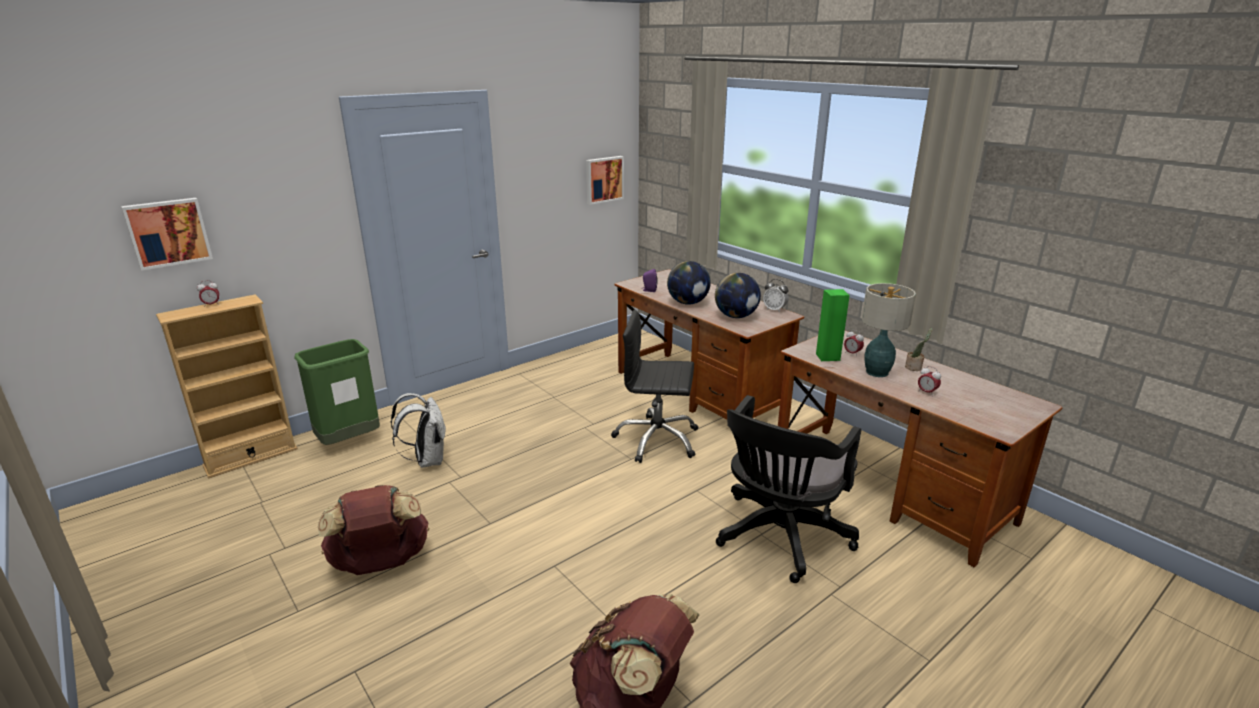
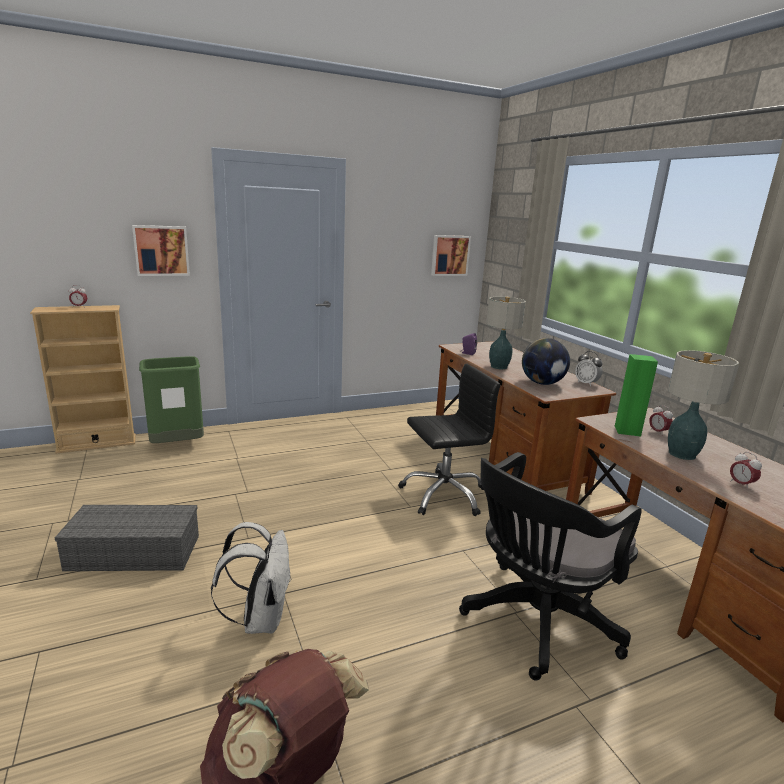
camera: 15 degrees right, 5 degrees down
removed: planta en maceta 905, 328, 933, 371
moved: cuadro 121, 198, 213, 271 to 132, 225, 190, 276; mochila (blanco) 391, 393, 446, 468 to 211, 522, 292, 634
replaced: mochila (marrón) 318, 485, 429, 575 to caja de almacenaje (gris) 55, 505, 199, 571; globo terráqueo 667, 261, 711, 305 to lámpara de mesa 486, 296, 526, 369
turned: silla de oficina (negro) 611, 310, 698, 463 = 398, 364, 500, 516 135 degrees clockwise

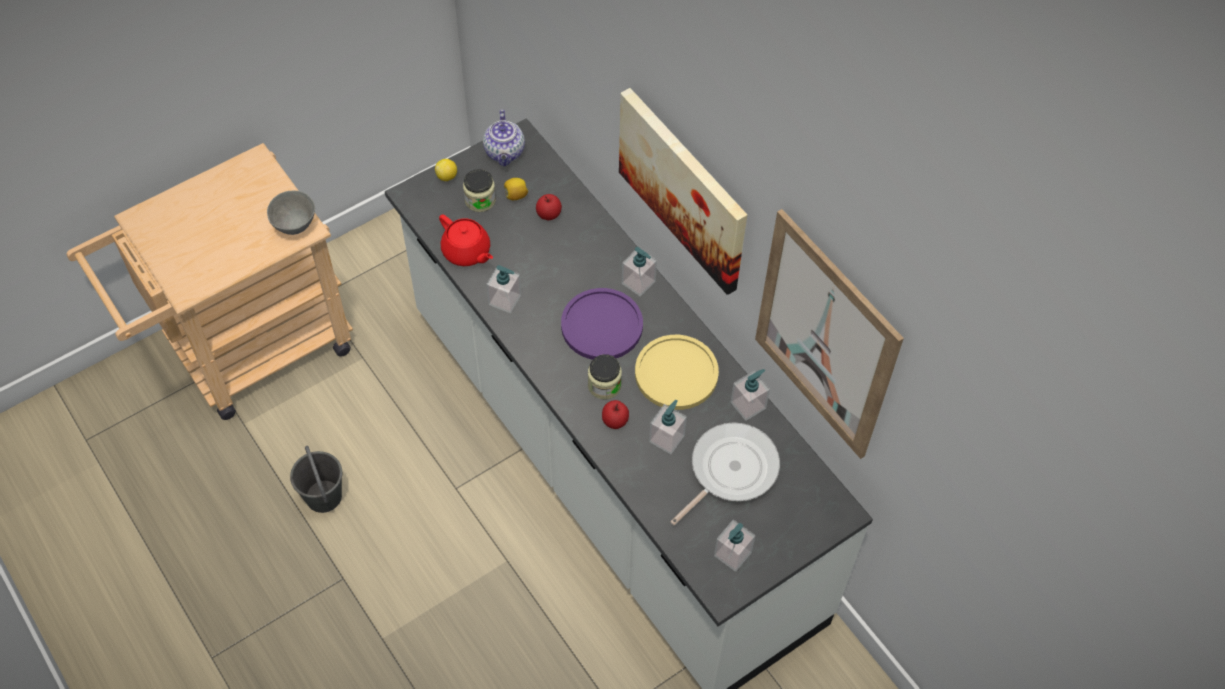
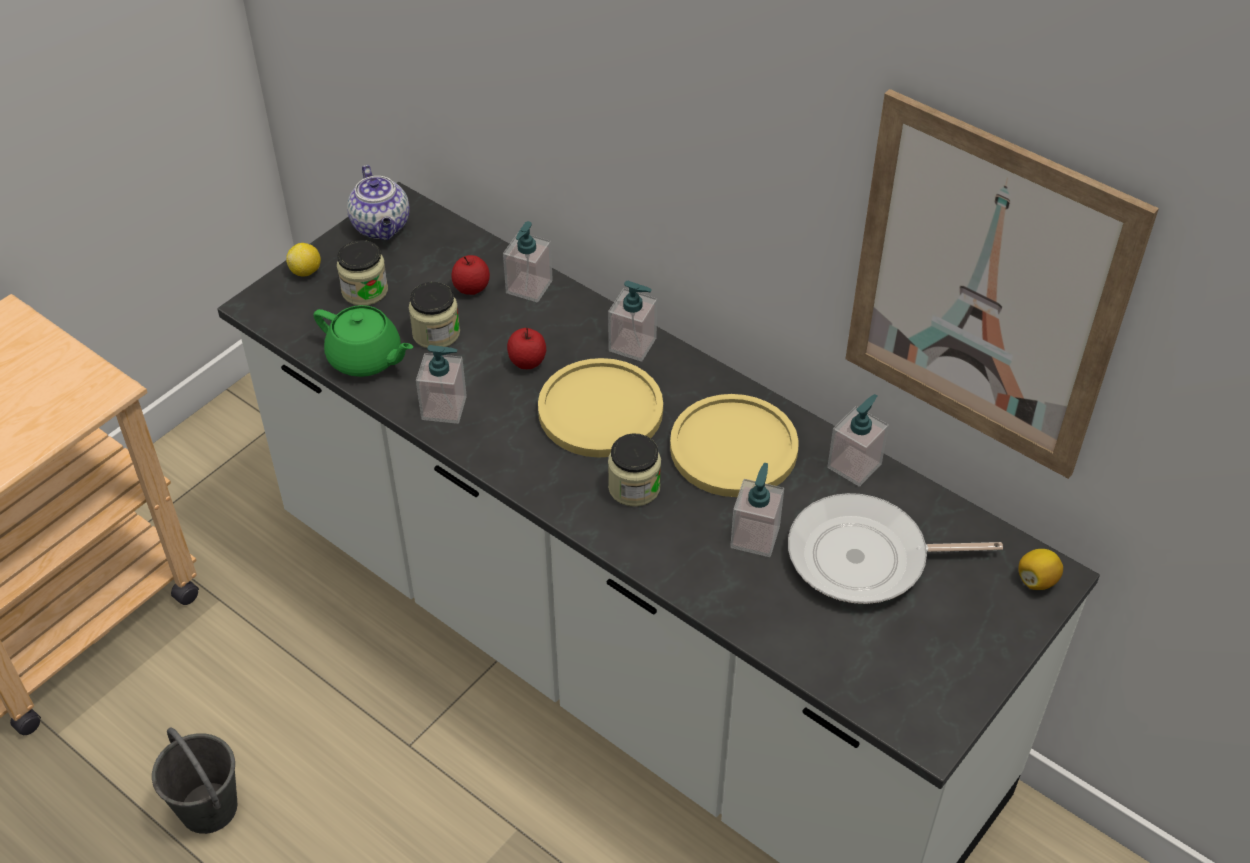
camera: 15 degrees left, 10 degrees down
removed: cuenco (gris) 267, 191, 315, 235; cuadro 619, 88, 747, 295
added: tarro 408, 282, 460, 348
moved: limón 504, 178, 528, 200 to 1018, 549, 1063, 590; manzana 602, 400, 629, 429 to 507, 328, 546, 369; dispensador de jabón 714, 520, 755, 572 to 503, 221, 553, 302
recoloured: tetera (rojo) 439, 214, 493, 266 to tetera (verde) 314, 305, 413, 377; plato (morado) 561, 288, 643, 360 to plato (amarillo) 538, 358, 663, 458
turned: sartén 670, 422, 780, 525 = 788, 493, 1003, 604 120 degrees counterclockwise

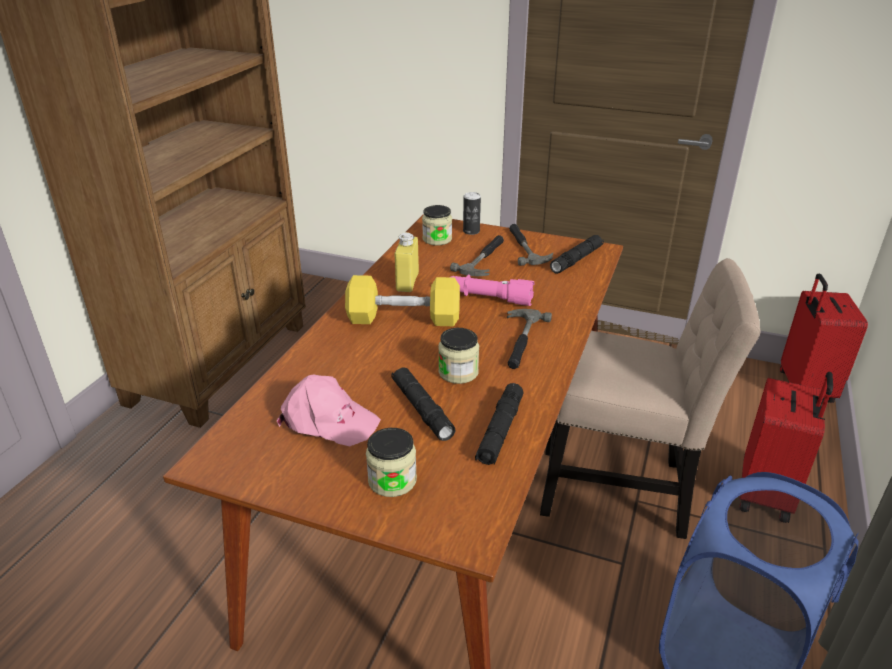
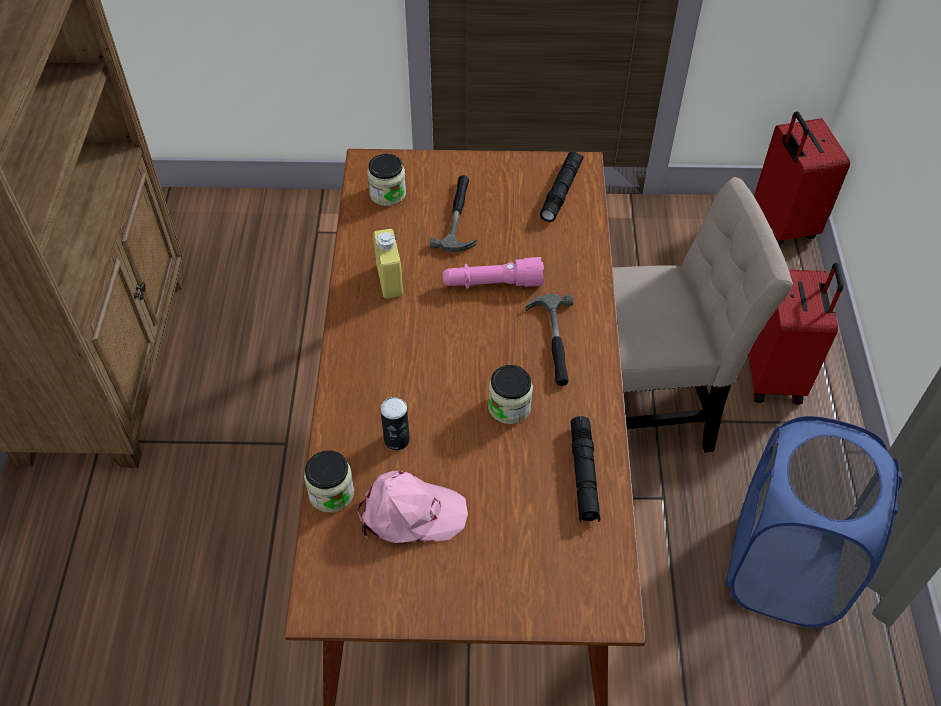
camera: 20 degrees left, 20 degrees up
removed: mancuerna (amarillo) 345, 275, 460, 326; linterna (negro) 391, 368, 455, 441; martillo 509, 224, 553, 266
moved: tarro 366, 428, 417, 497 to 304, 450, 354, 512; lata 463, 192, 481, 235 to 380, 397, 410, 450

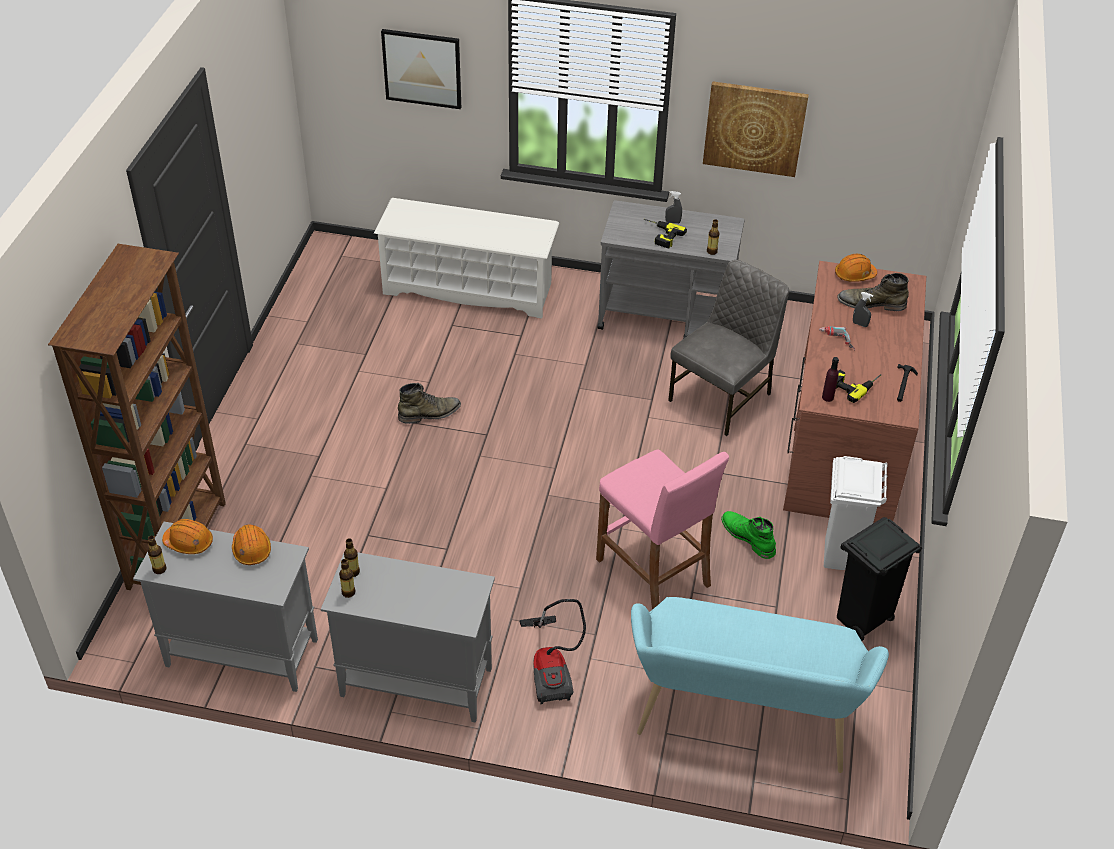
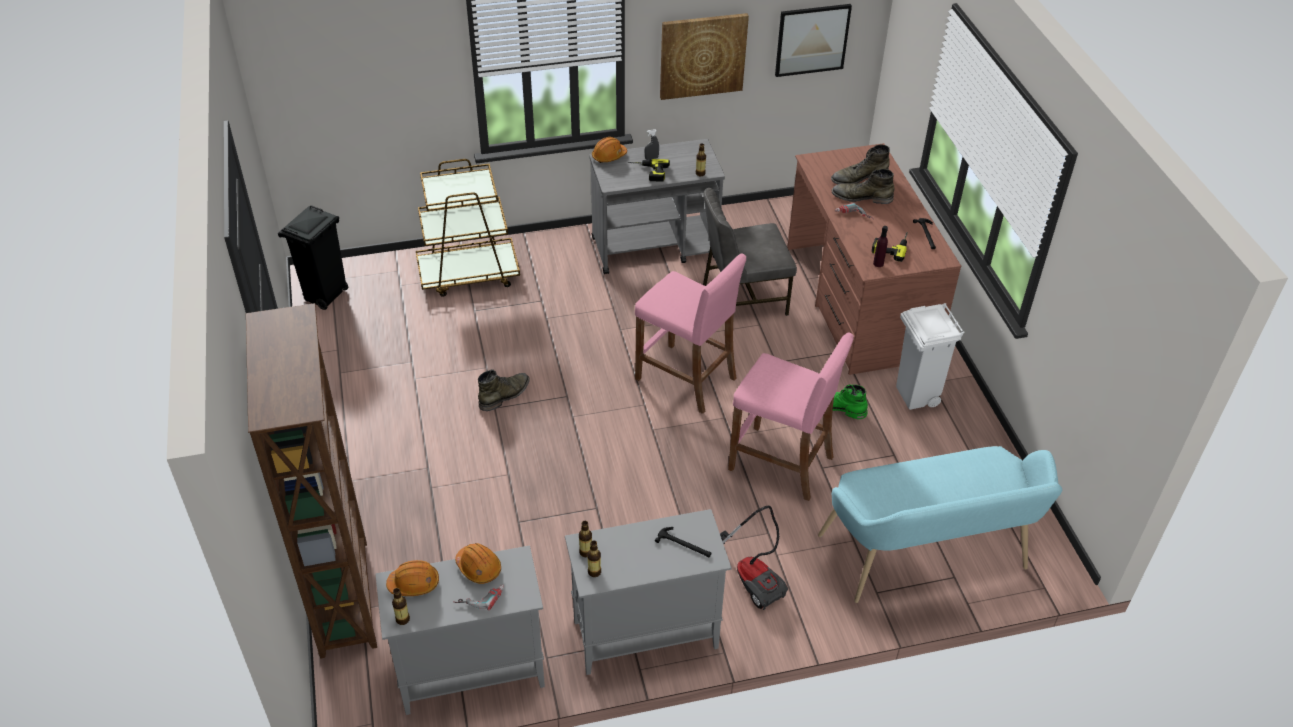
camera: 25 degrees left, 0 degrees up
added: taladro 453, 585, 504, 611; taburete (rosa) 635, 253, 746, 414; martillo 655, 527, 712, 557
moved: cuadro 381, 29, 461, 109 to 775, 4, 852, 77; casco (naranja) 835, 254, 877, 282 to 592, 137, 627, 163; papelera (negro) 837, 517, 922, 641 to 278, 205, 348, 310
replaced: zapatero (blanco) 374, 198, 559, 318 to carrito (marrón) 416, 159, 520, 297; pulverizador (gris) 853, 292, 873, 327 to bota (verde) 832, 169, 894, 204
turned: silla (gris) 668, 260, 789, 436 = 703, 188, 797, 316 120 degrees counterclockwise

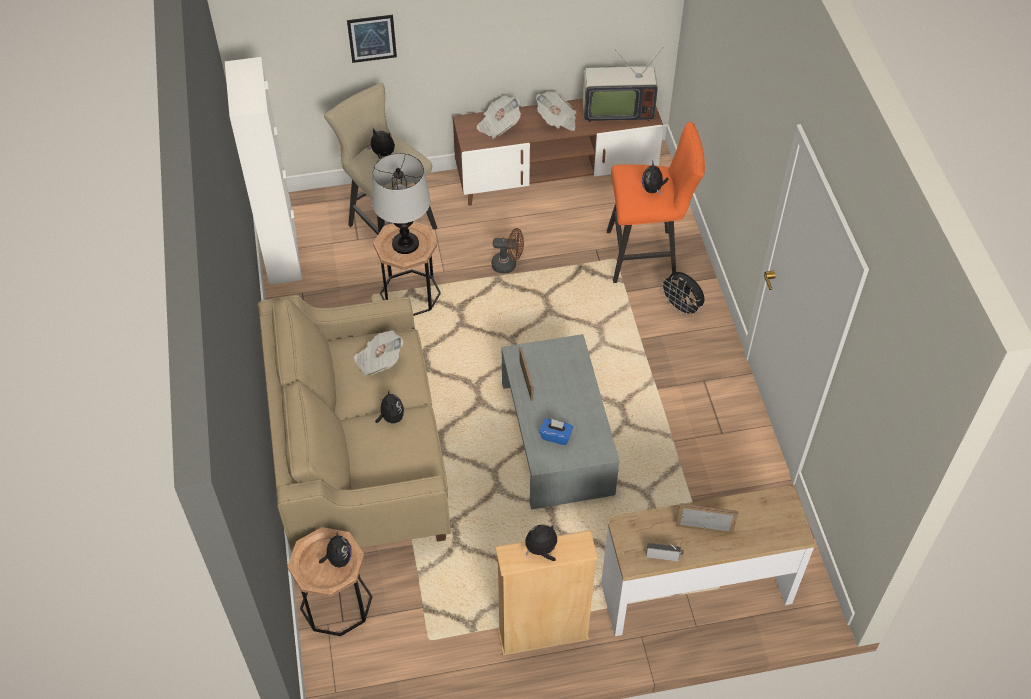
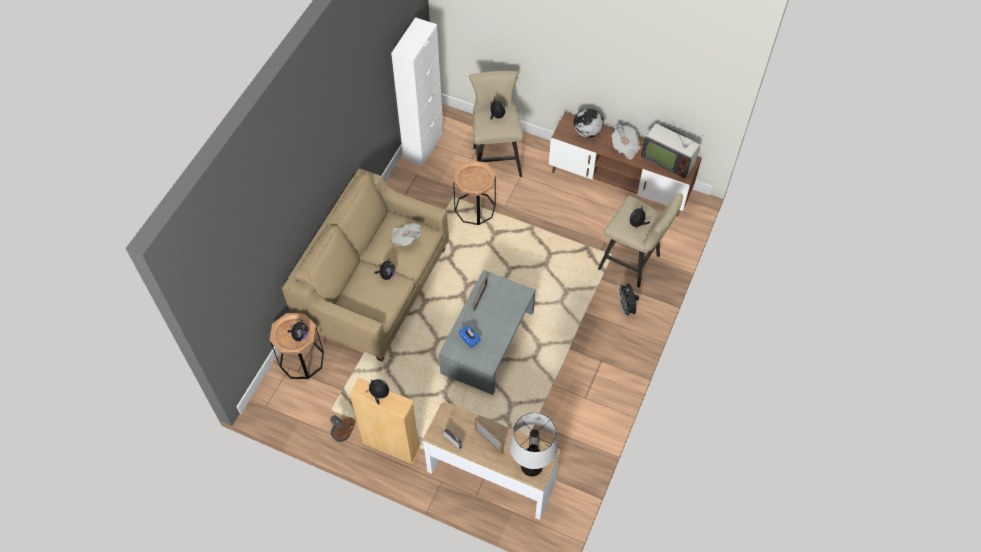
camera: 35 degrees right, 5 degrees up
removed: cuadro 347, 15, 397, 63
moved: lámpara de mesa 372, 153, 430, 254 to 510, 412, 558, 476; ventilador (marrón) 492, 228, 524, 273 to 330, 415, 355, 442
replaced: periódico 476, 96, 521, 138 to globo terráqueo 574, 108, 603, 138
recoloured: taburete (naranja) 607, 122, 705, 283 to taburete (beis) 598, 193, 683, 287

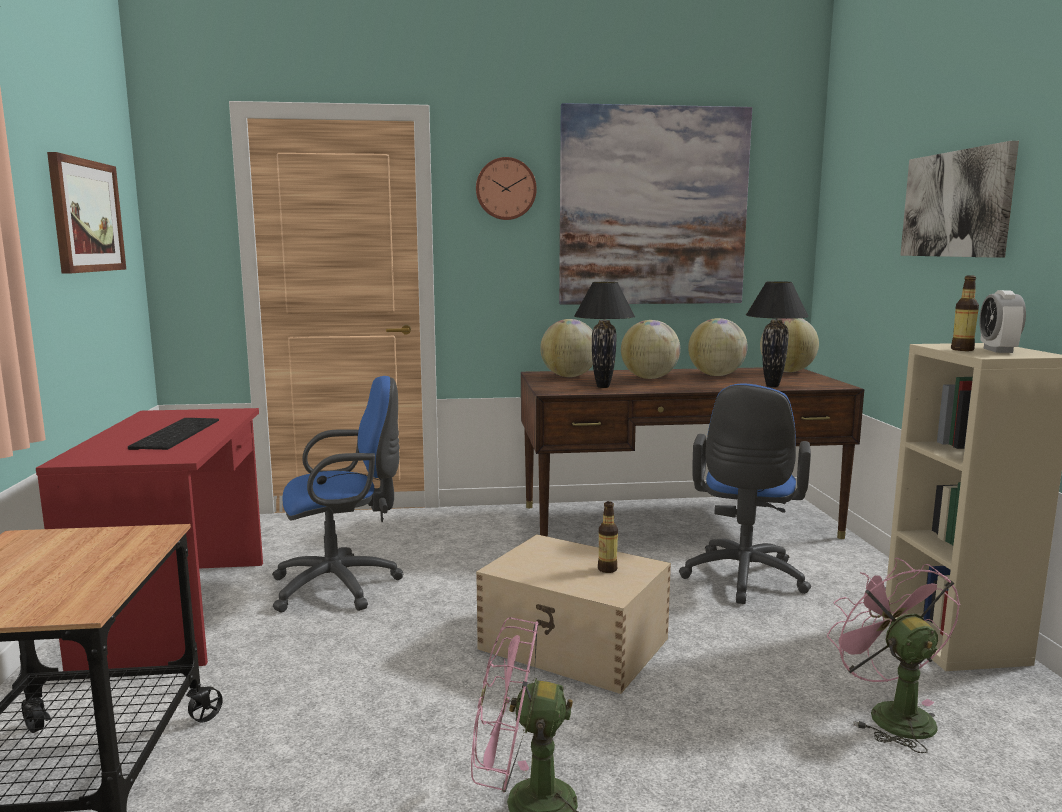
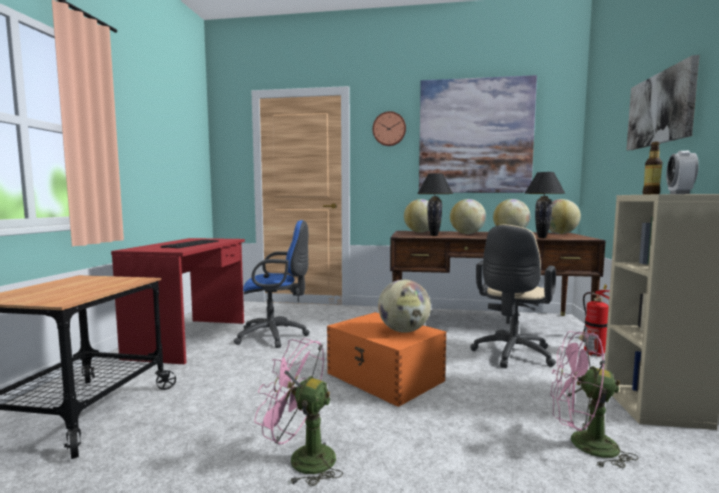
camera: 15 degrees right, 5 degrees down
removed: cuadro 47, 152, 126, 274
added: extintor 579, 284, 610, 357
replaced: botella 598, 501, 618, 573 to globo terráqueo 378, 280, 431, 333
recoloured: caja de almacenaje (beis) 476, 534, 671, 694 to caja de almacenaje (naranja) 327, 312, 446, 407; silla de oficina (azul) 679, 383, 811, 604 to silla de oficina (beis) 470, 225, 556, 368
turned: ventilador (rosa) 827, 558, 960, 753 = 550, 331, 639, 468 75 degrees counterclockwise

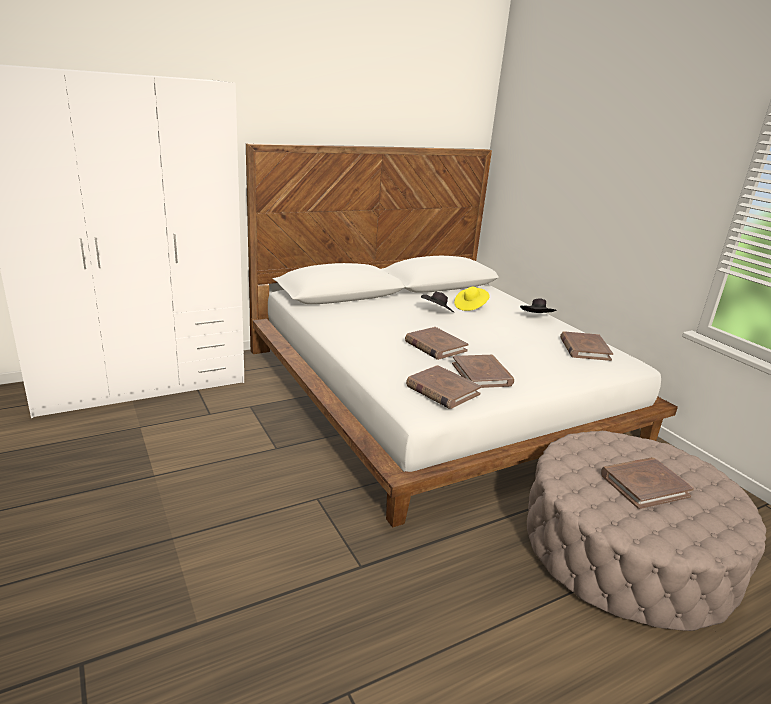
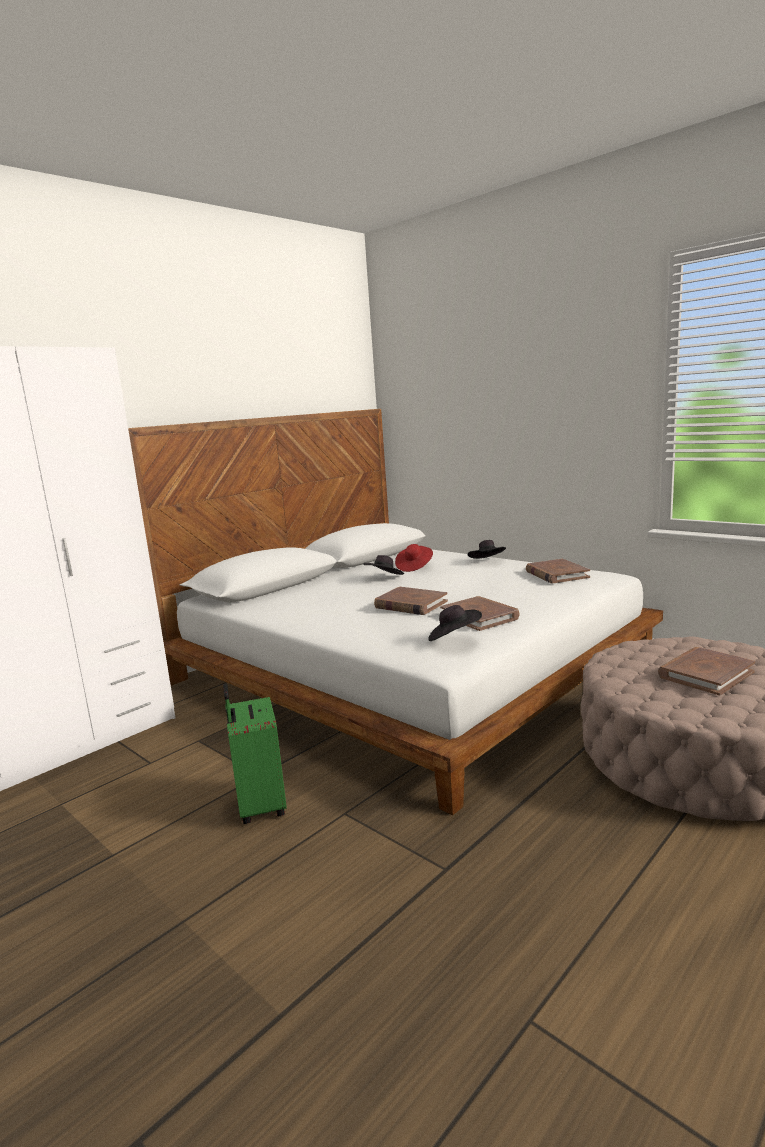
camera: 15 degrees left, 10 degrees down
added: maleta (verde) 223, 683, 287, 824
replaced: libro (marrón) 406, 365, 481, 409 to sombrero (negro) 428, 605, 482, 641
recoloured: sombrero (amarillo) 454, 287, 490, 311 to sombrero (rojo) 395, 544, 433, 572

